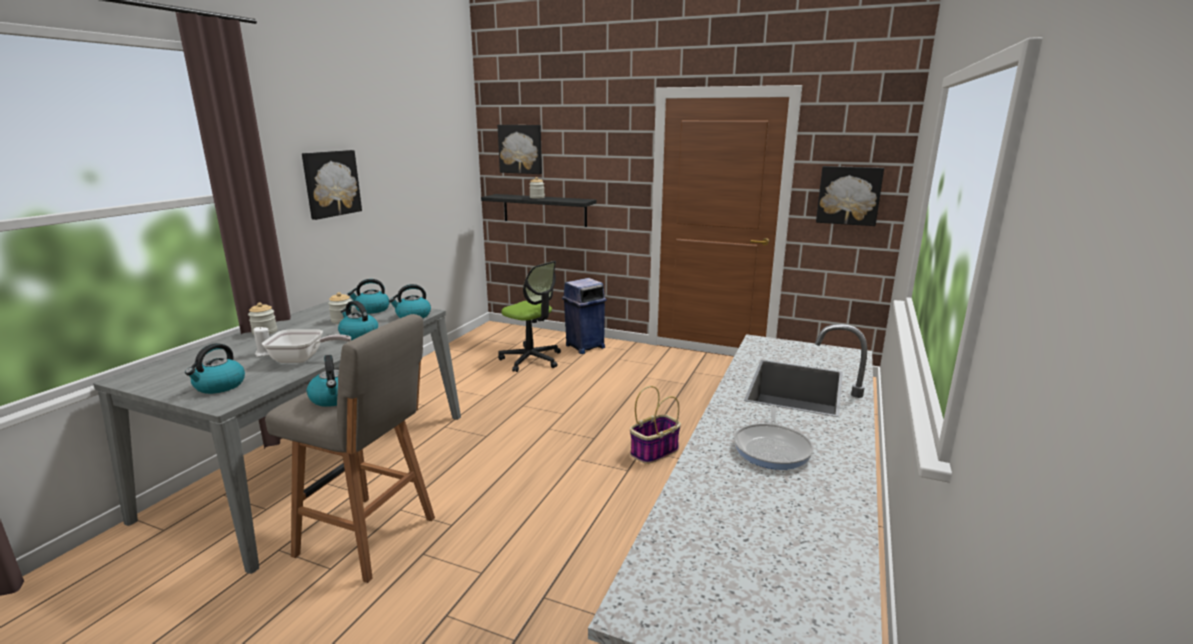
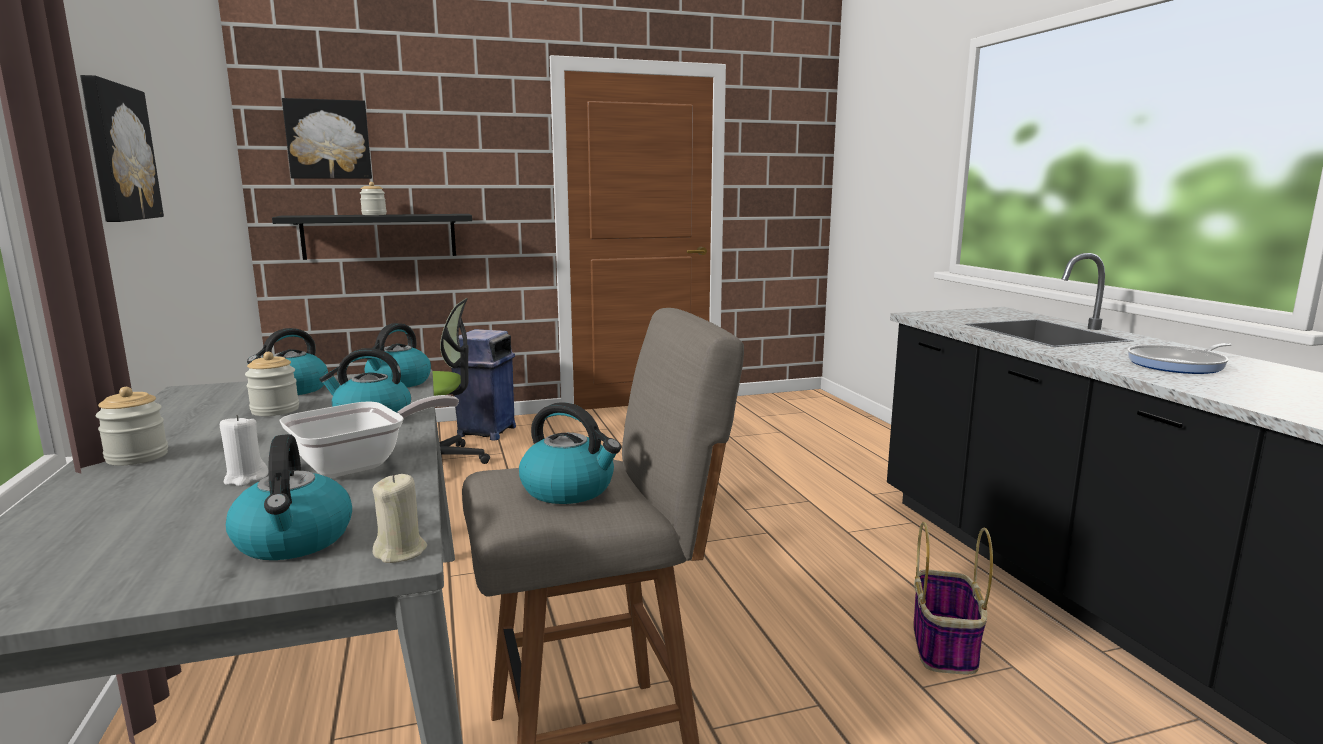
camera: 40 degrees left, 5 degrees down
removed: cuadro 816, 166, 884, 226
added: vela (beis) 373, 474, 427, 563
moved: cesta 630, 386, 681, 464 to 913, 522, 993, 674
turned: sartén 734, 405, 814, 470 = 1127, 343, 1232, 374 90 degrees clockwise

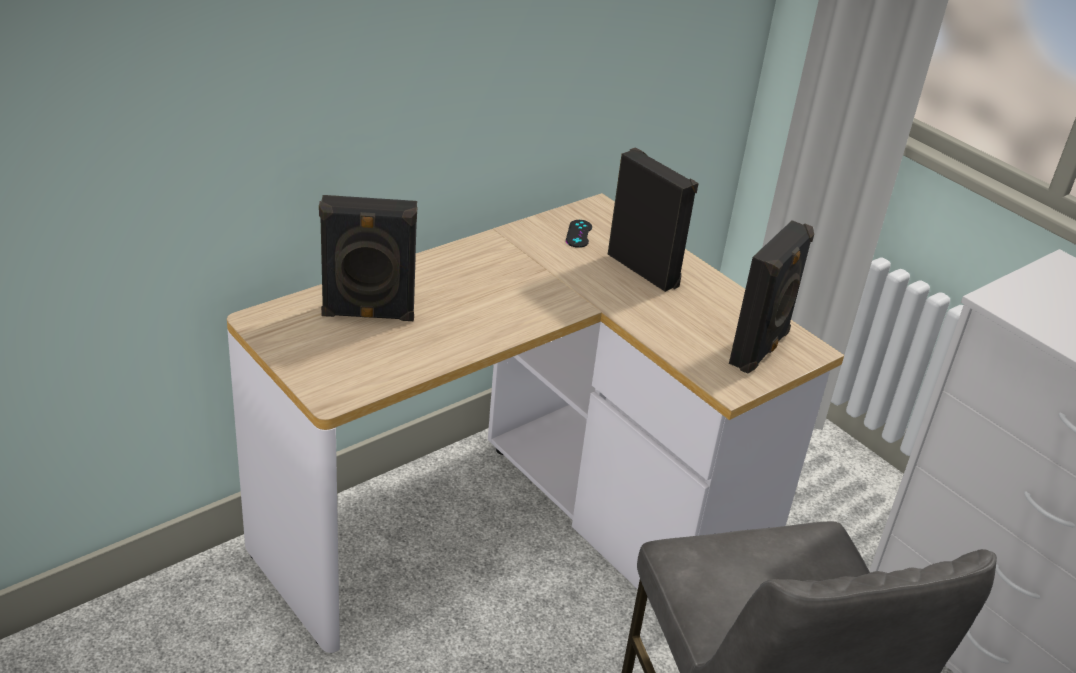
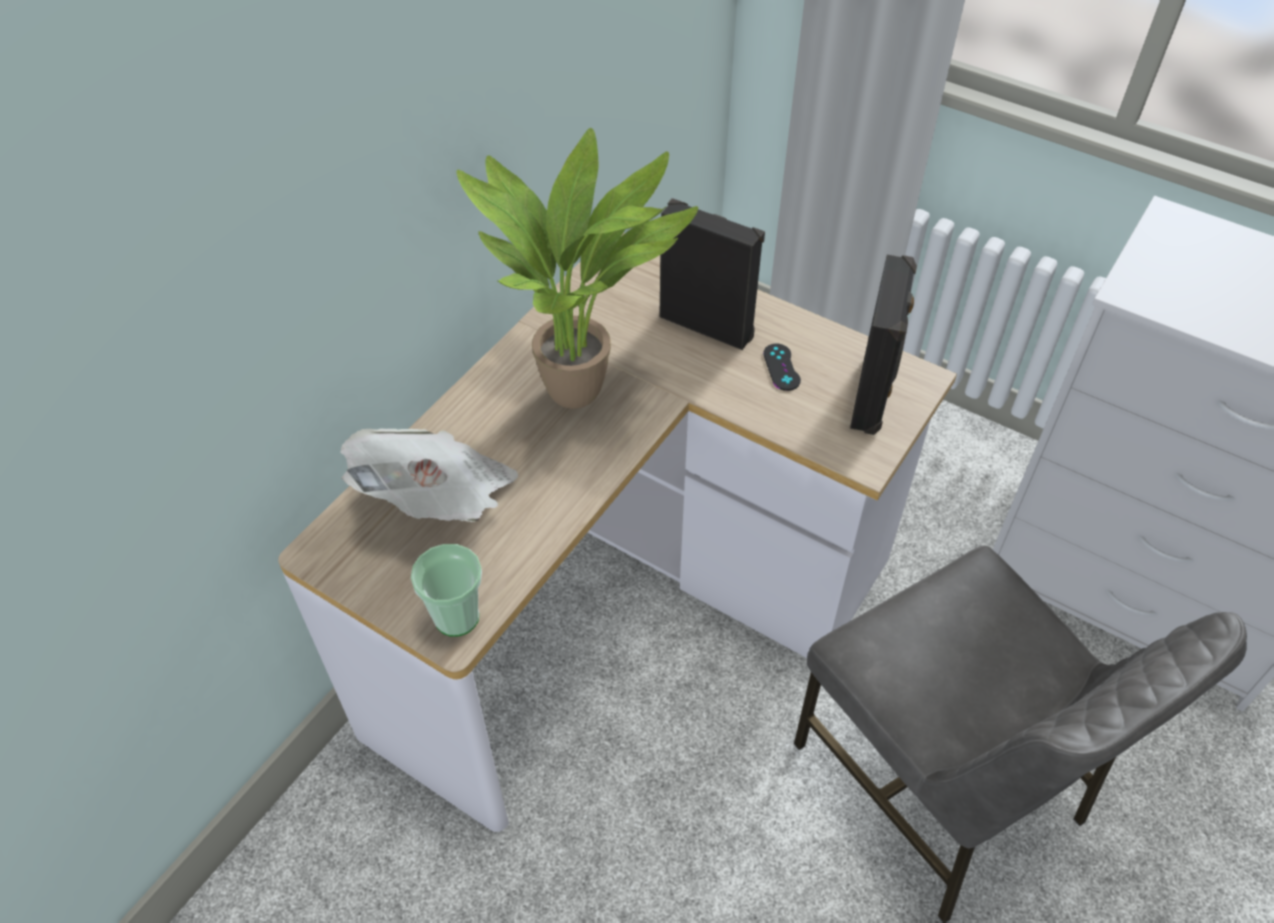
camera: 15 degrees left, 15 degrees up
added: taza 411, 544, 482, 637; planta en maceta 457, 128, 698, 409
moved: mando de consola (negro) 566, 220, 592, 248 to 763, 344, 801, 391
replaced: altavoz (negro) 319, 195, 418, 321 to periódico 340, 428, 519, 522

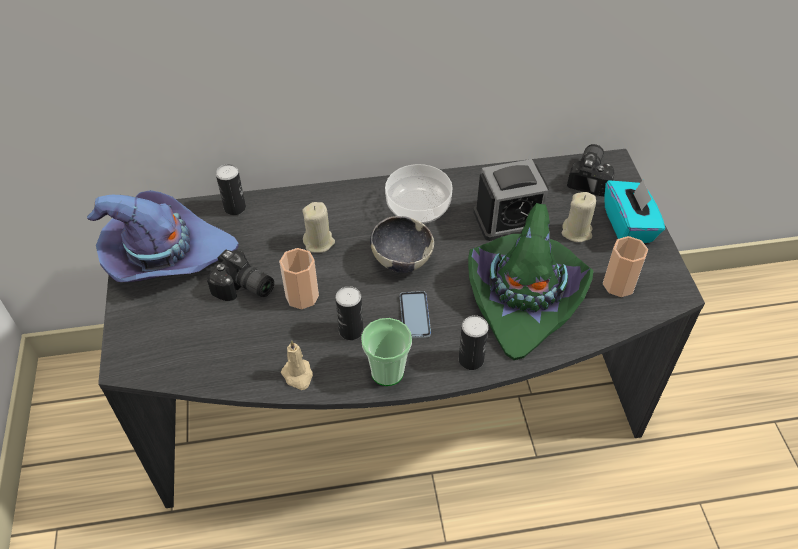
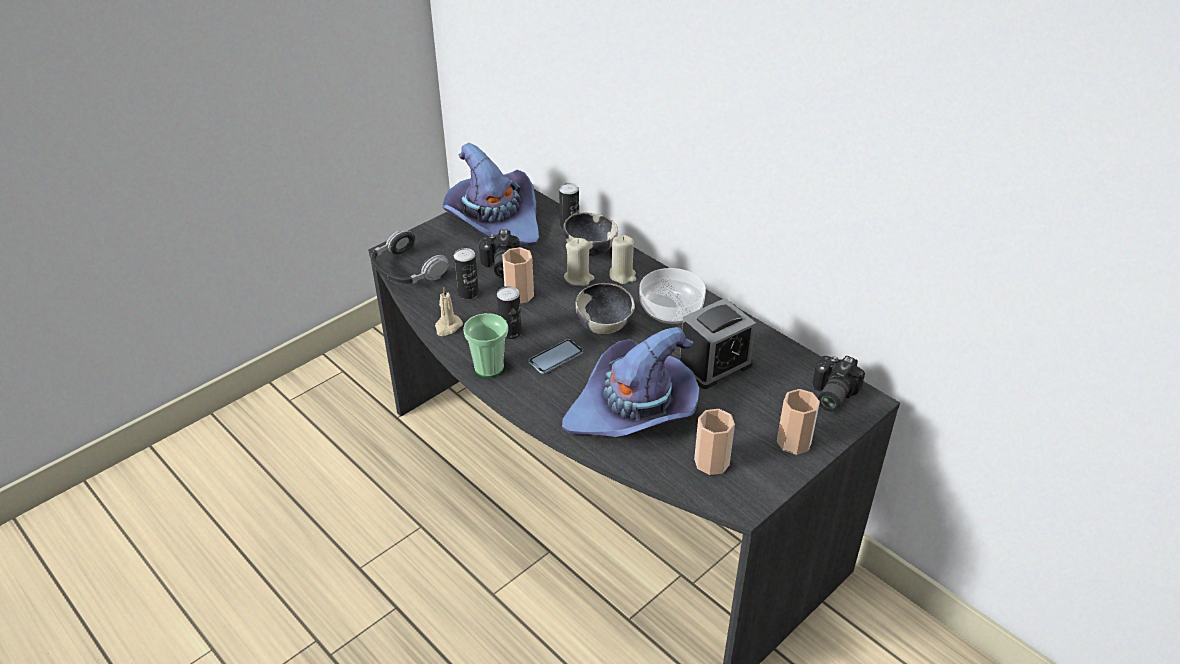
camera: 55 degrees right, 10 degrees down
added: auriculares 371, 230, 448, 284; cuenco 563, 212, 618, 256
moved: lata 459, 315, 489, 370 to 454, 248, 479, 299; vela (beis) 562, 192, 596, 242 to 609, 235, 636, 284
replaced: caja de pañuelos (turquesa) 604, 179, 665, 243 to taza 777, 389, 820, 455
recoloured: sombrero (verde) 468, 203, 594, 360 to sombrero (morado) 562, 327, 699, 437
turned: despertador 473, 159, 549, 241 = 678, 298, 756, 389 75 degrees counterclockwise; cámara 567, 144, 614, 196 = 812, 356, 865, 412 135 degrees clockwise

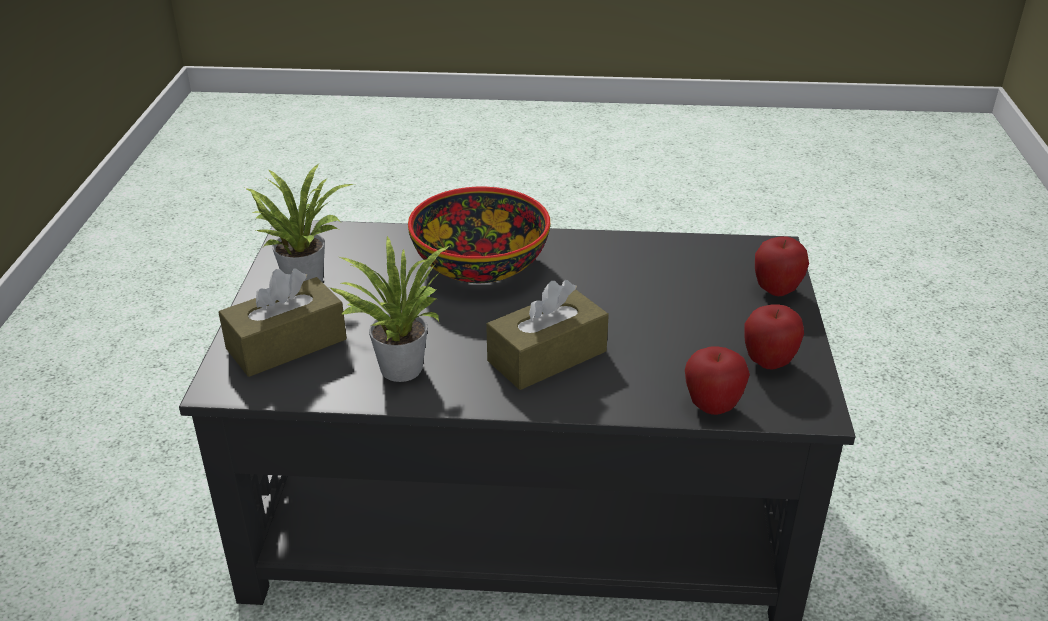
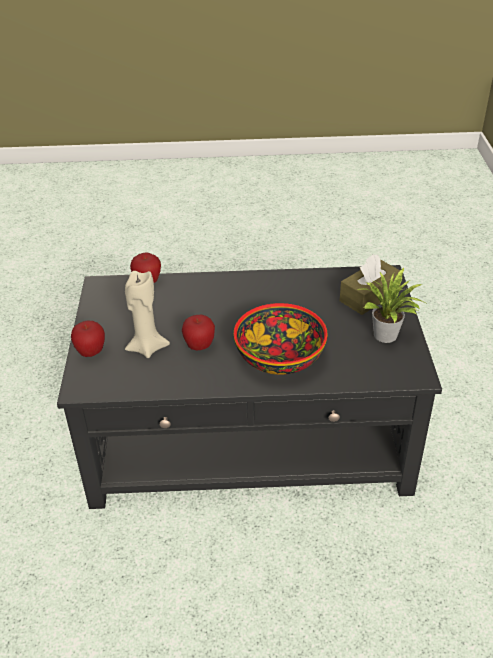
camera: 175 degrees right, 5 degrees up
removed: planta en maceta 330, 236, 451, 382; caja de pañuelos (marrón) 486, 280, 609, 390
added: vela (beis) 125, 271, 170, 358
moved: manzana 744, 305, 804, 369 to 182, 315, 215, 350

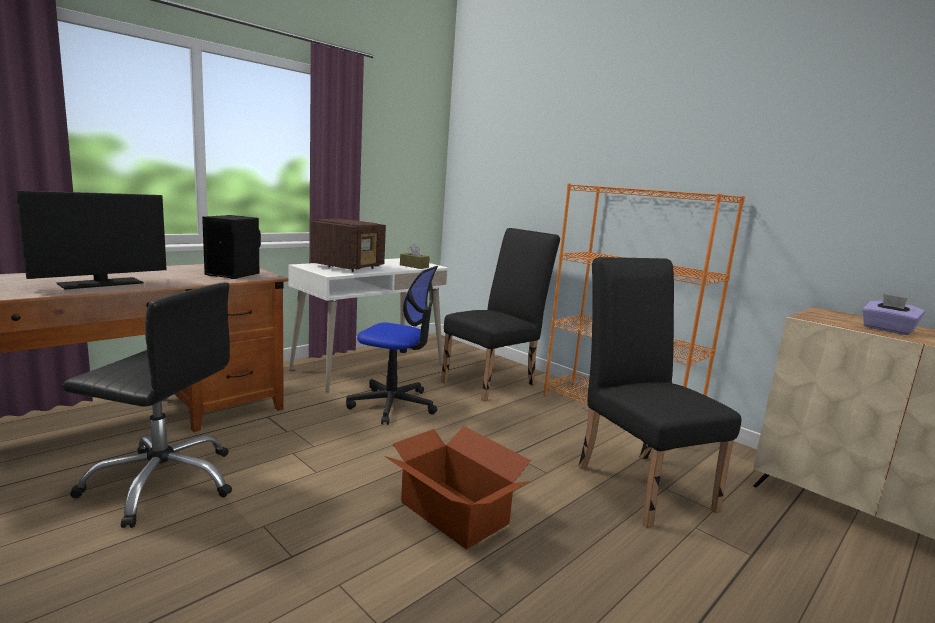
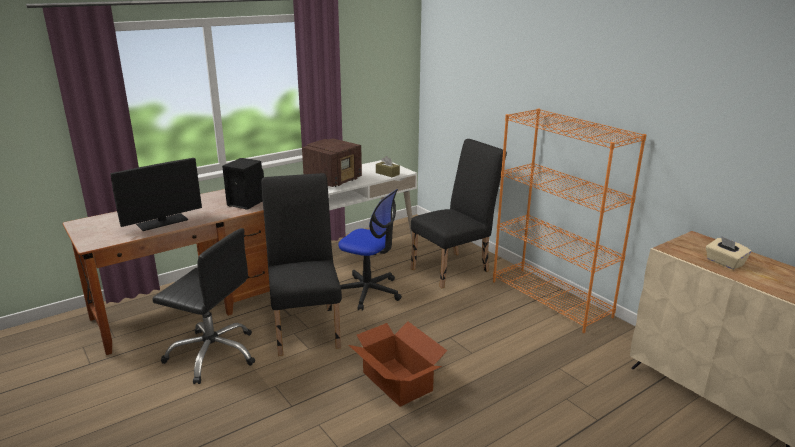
camera: 10 degrees right, 10 degrees up
moved: silla (negro) 579, 257, 742, 528 to 261, 173, 342, 356
recoloured: caja de pañuelos (morado) 862, 294, 925, 335 to caja de pañuelos (beis) 706, 236, 751, 270

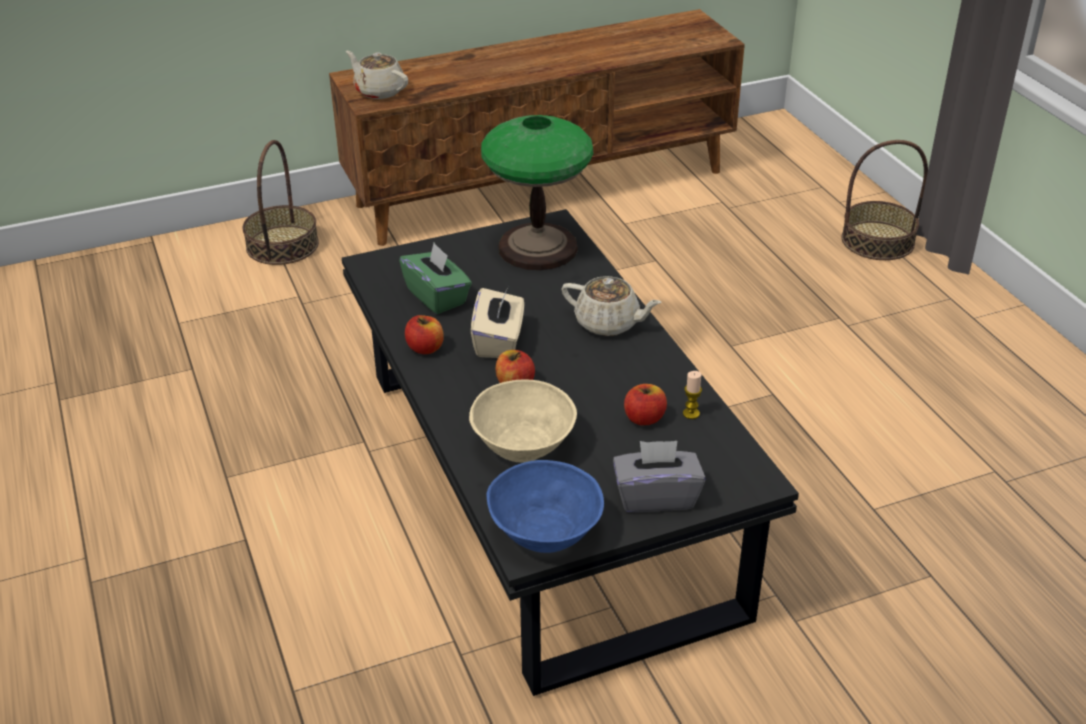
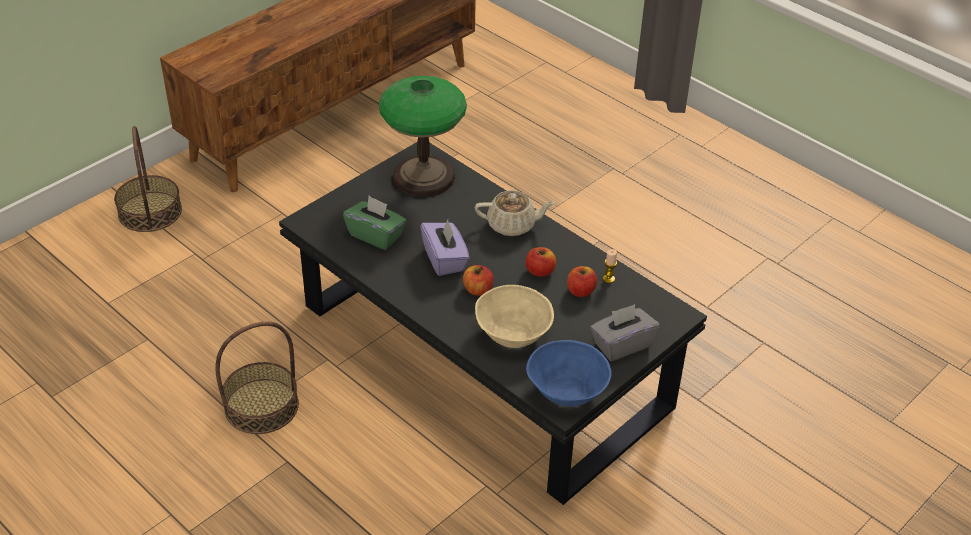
camera: 25 degrees left, 5 degrees up
removed: tetera (beis) 346, 51, 408, 99
moved: manzana 405, 315, 444, 354 to 526, 247, 556, 277; cesta 841, 140, 928, 260 to 215, 322, 299, 434
recoloured: caja de pañuelos (beis) 471, 288, 524, 358 to caja de pañuelos (morado) 420, 219, 469, 276

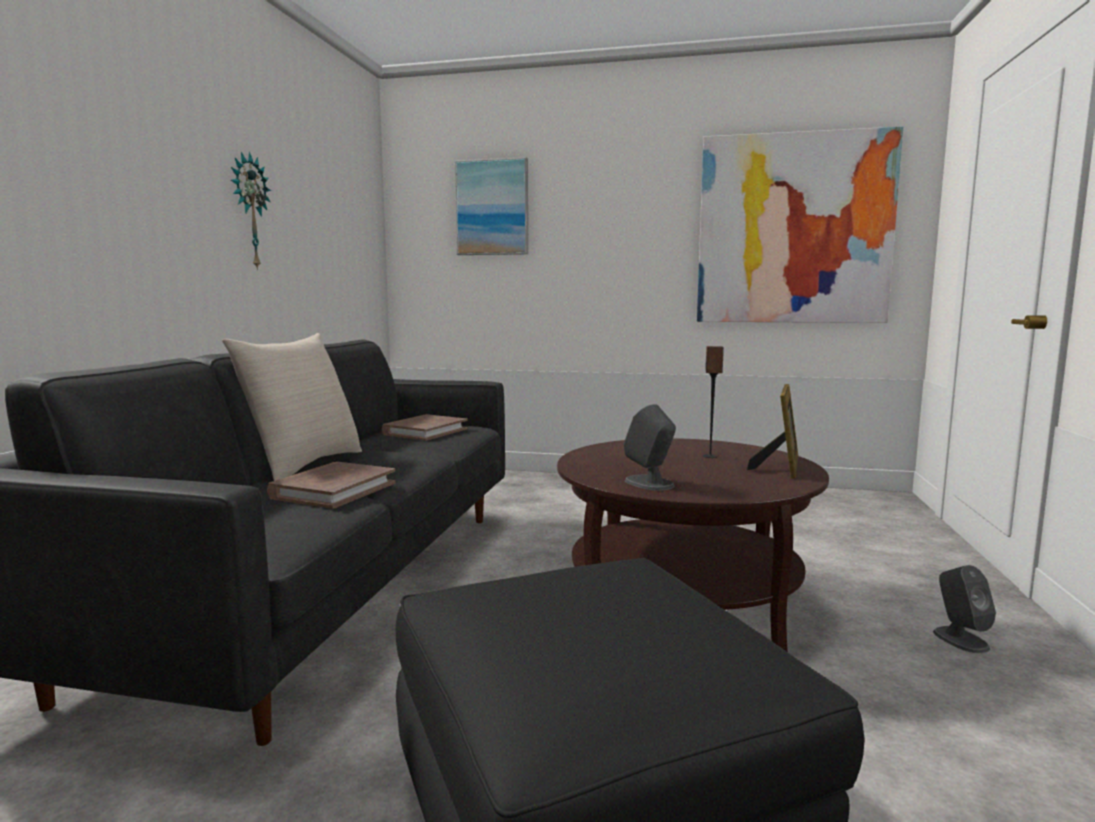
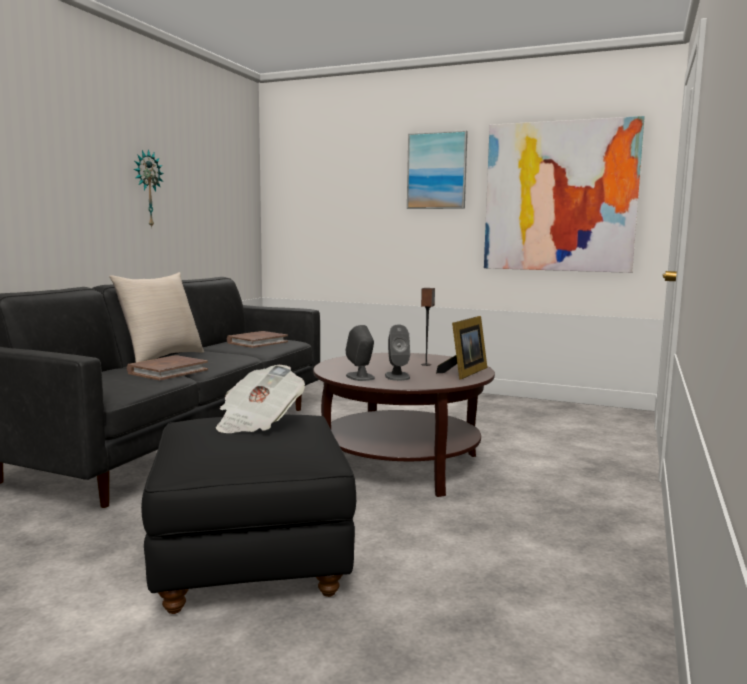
camera: 10 degrees right, 0 degrees up
added: periódico 216, 365, 305, 433
moved: cuadro 455, 157, 528, 255 to 407, 130, 468, 209; altavoz (gris) 933, 565, 996, 653 to 385, 324, 410, 381

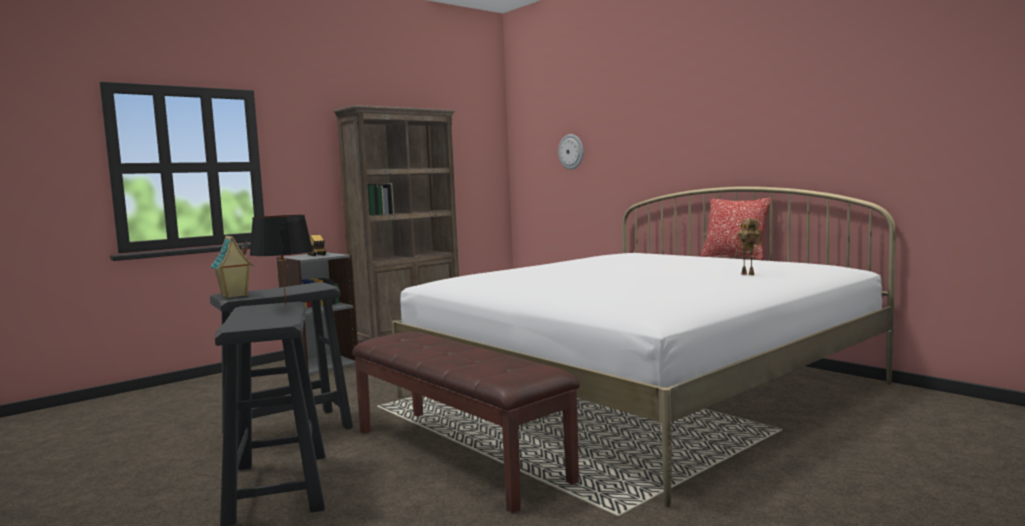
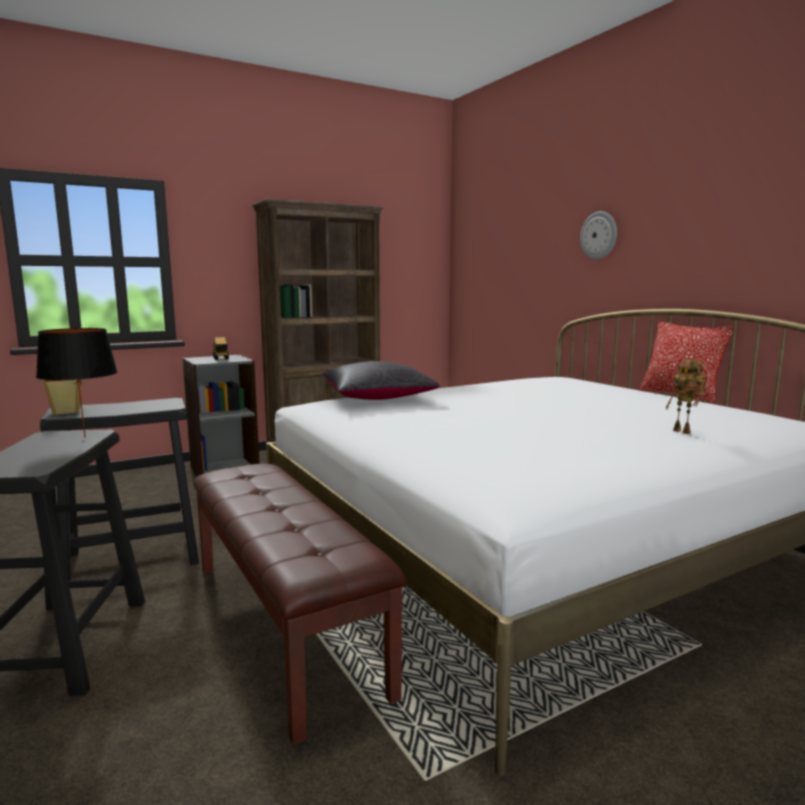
camera: 10 degrees right, 5 degrees up
added: cojín (negro) 323, 361, 440, 400
moved: reloj de pared 558, 134, 583, 170 to 580, 211, 617, 259

